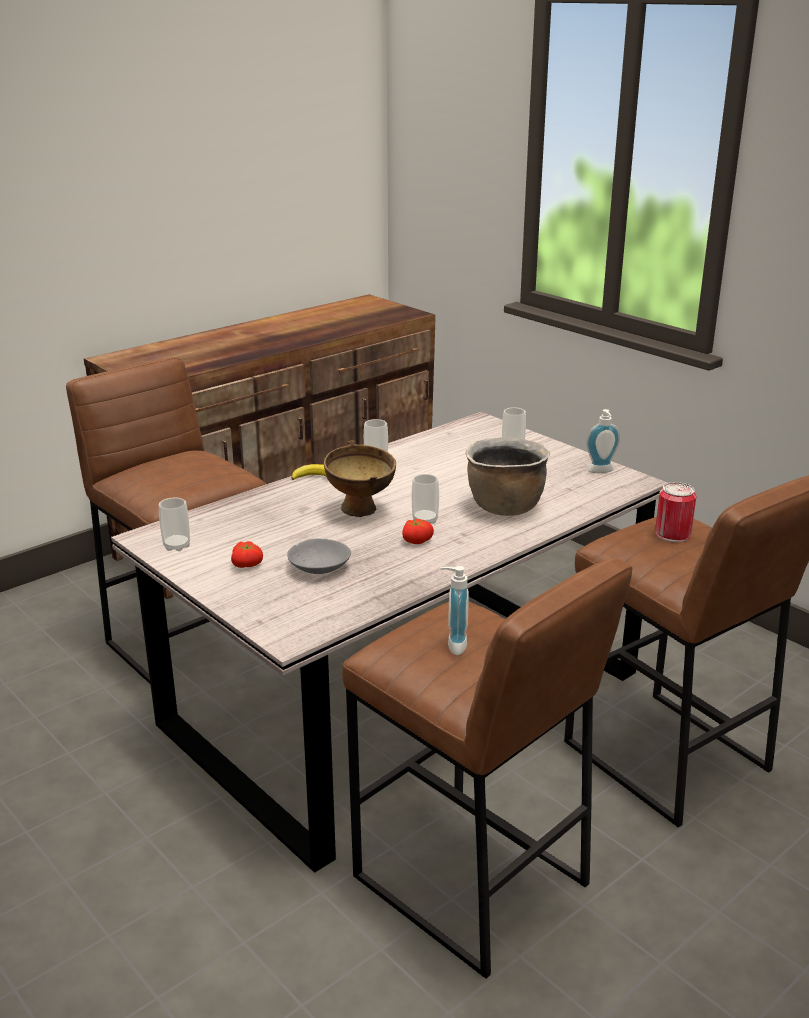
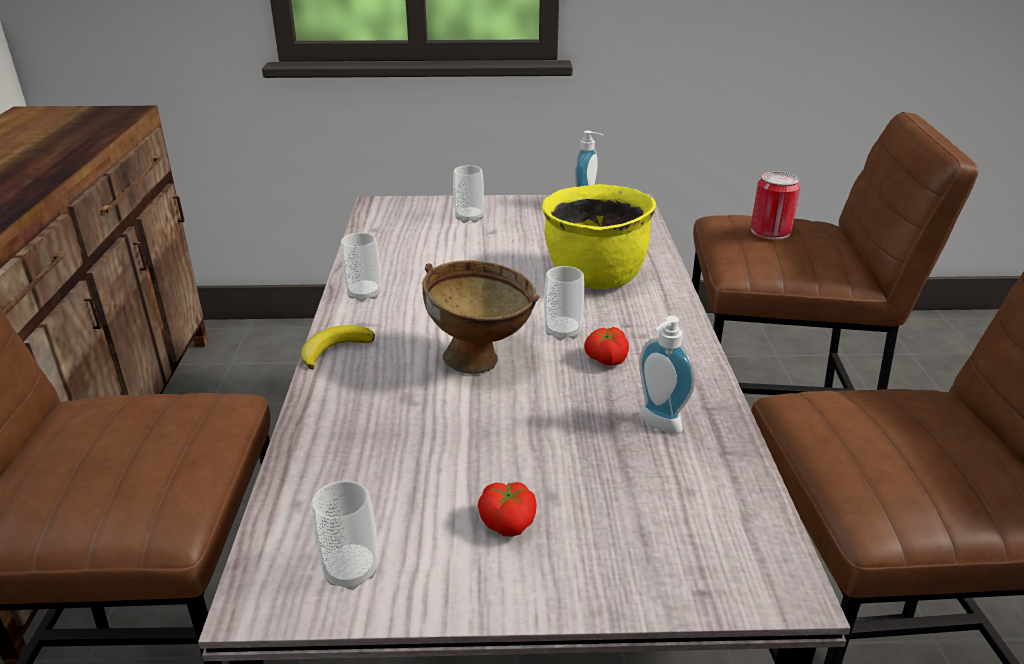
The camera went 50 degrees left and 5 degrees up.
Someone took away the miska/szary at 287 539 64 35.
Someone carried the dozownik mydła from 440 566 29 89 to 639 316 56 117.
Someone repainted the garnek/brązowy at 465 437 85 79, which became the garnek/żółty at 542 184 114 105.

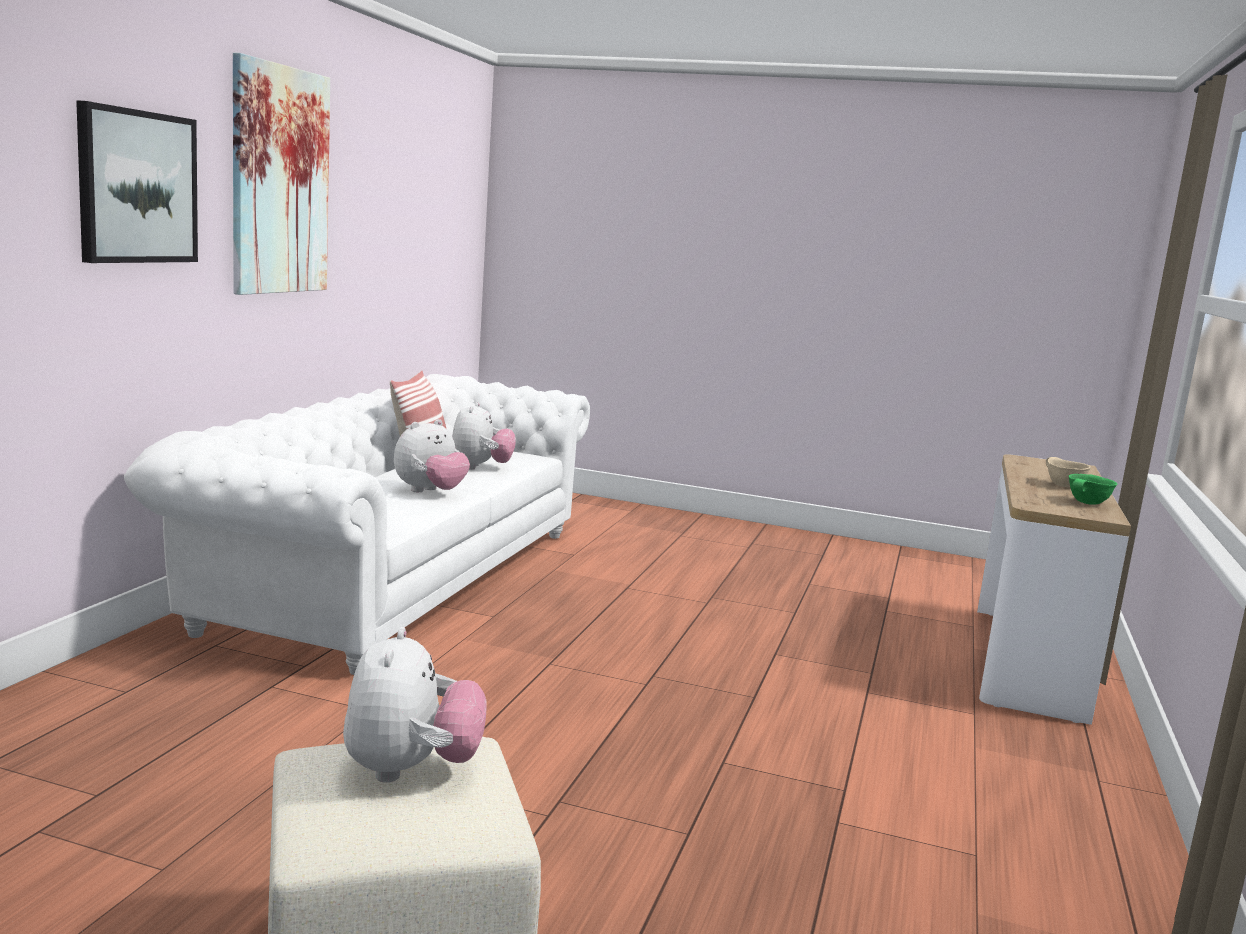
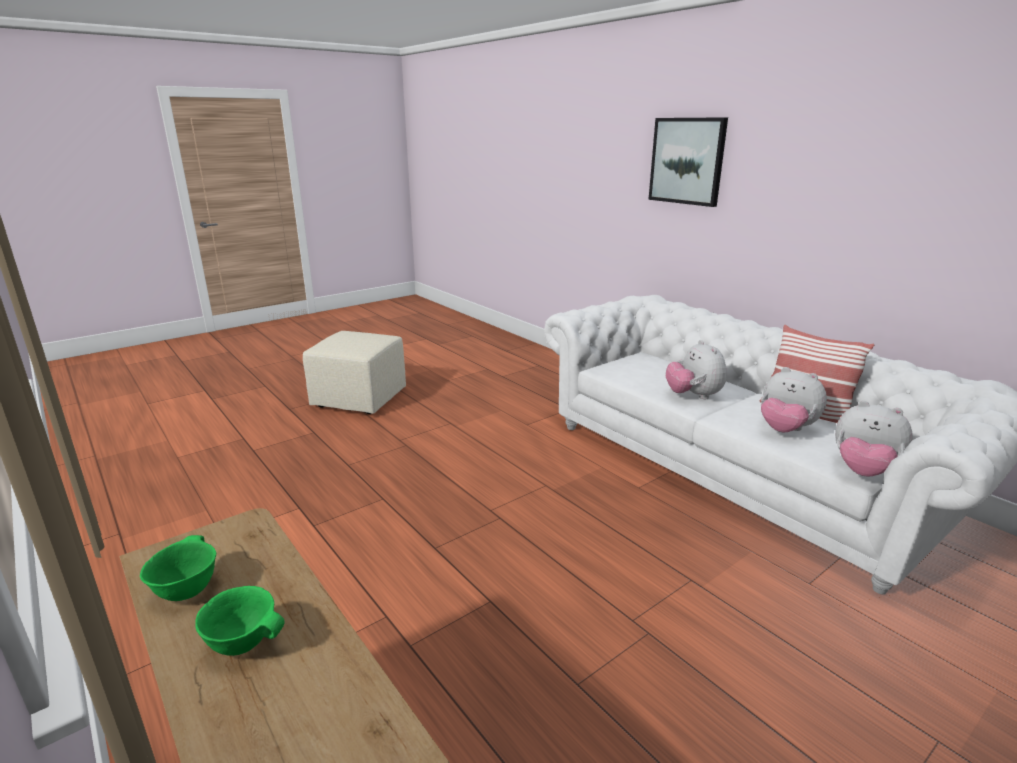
The camera went 125 degrees right and 10 degrees up.
Someone took away the obraz at 233 53 97 242.
Someone carried the pluszak from 343 627 144 156 to 835 401 78 76.
Someone repainted the miska/beżowy at 1046 457 45 30, which became the miska/zielony at 195 586 90 70.

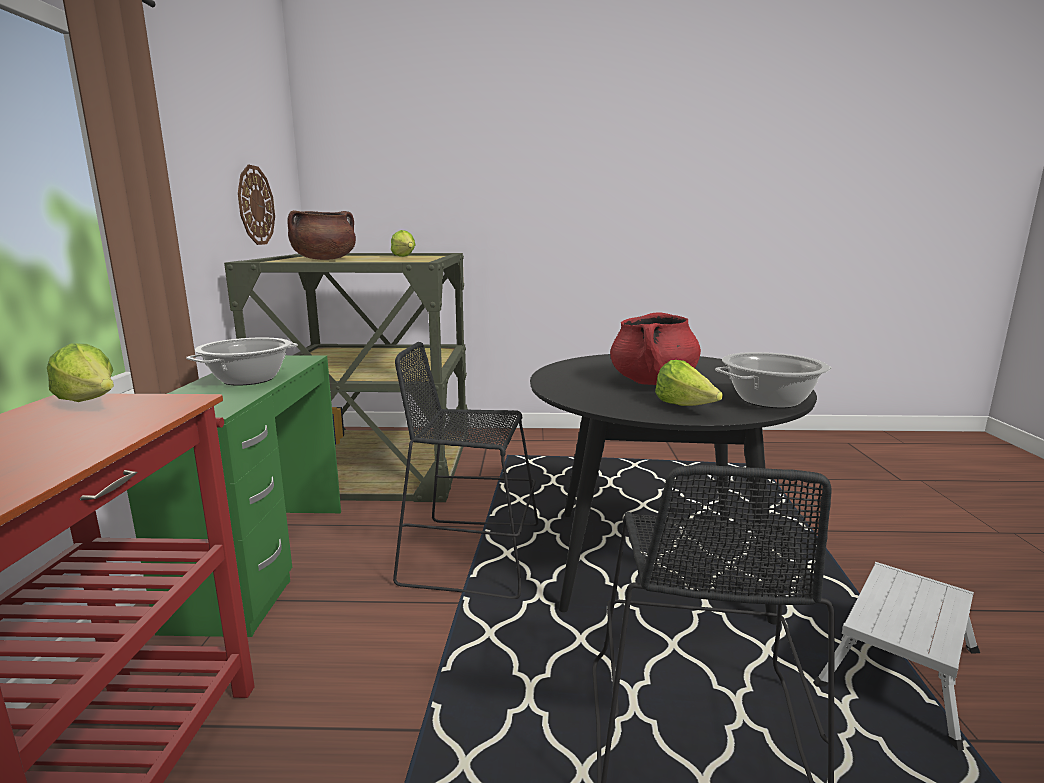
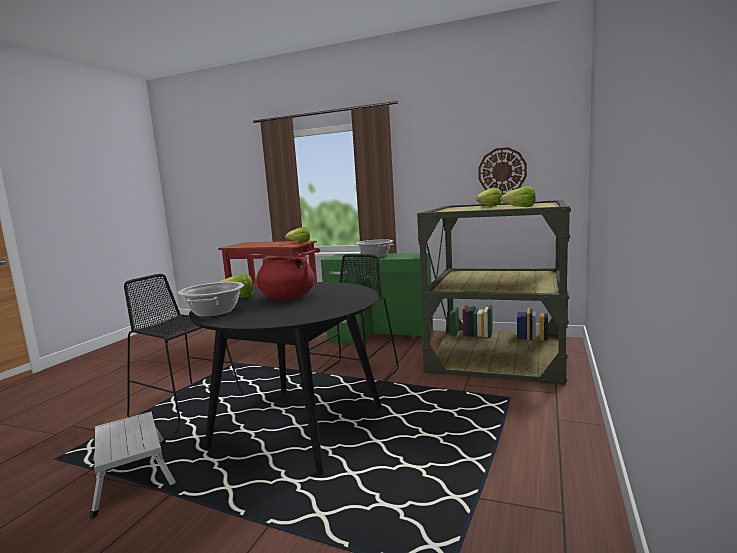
The camera went 110 degrees right and 5 degrees down.
Someone swapped the garnek/brązowy at 287 210 69 50 for the sałata at 476 188 26 18.

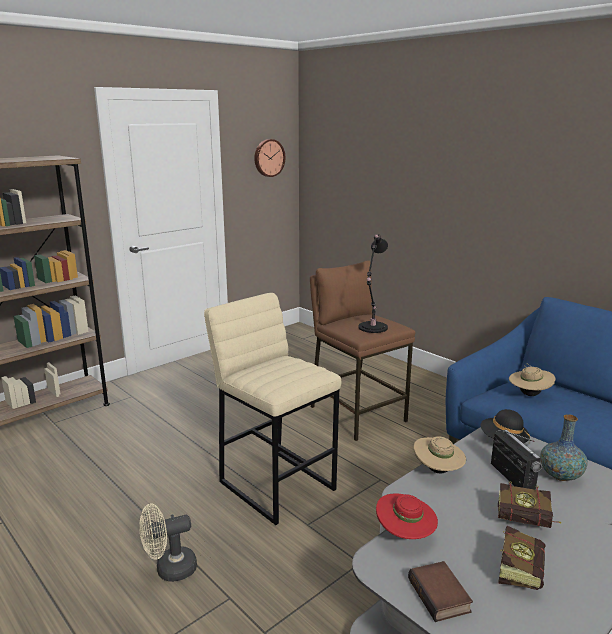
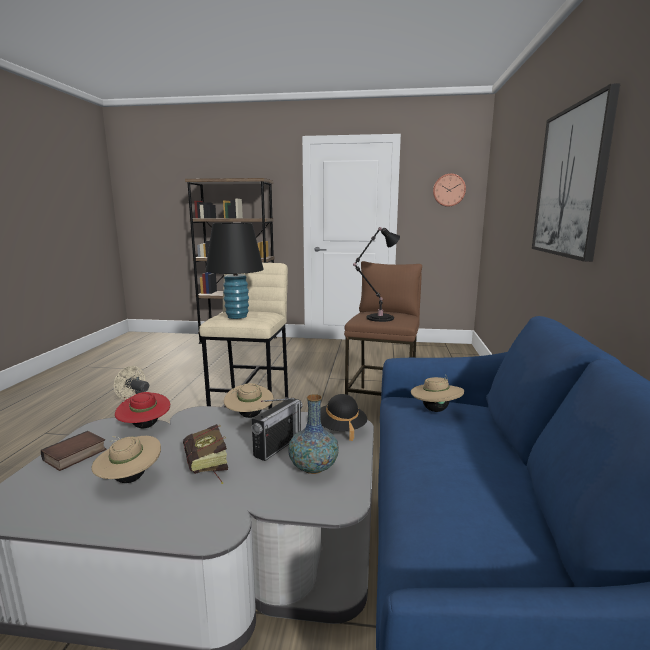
The camera went 50 degrees right and 5 degrees down.
Someone swapped the książka at 499 526 47 64 for the kapelusz/beżowy at 92 436 69 47.
Someone put down the lampa stołowa/czarny at 206 223 58 96.
Someone put up the obraz at 532 83 88 179.

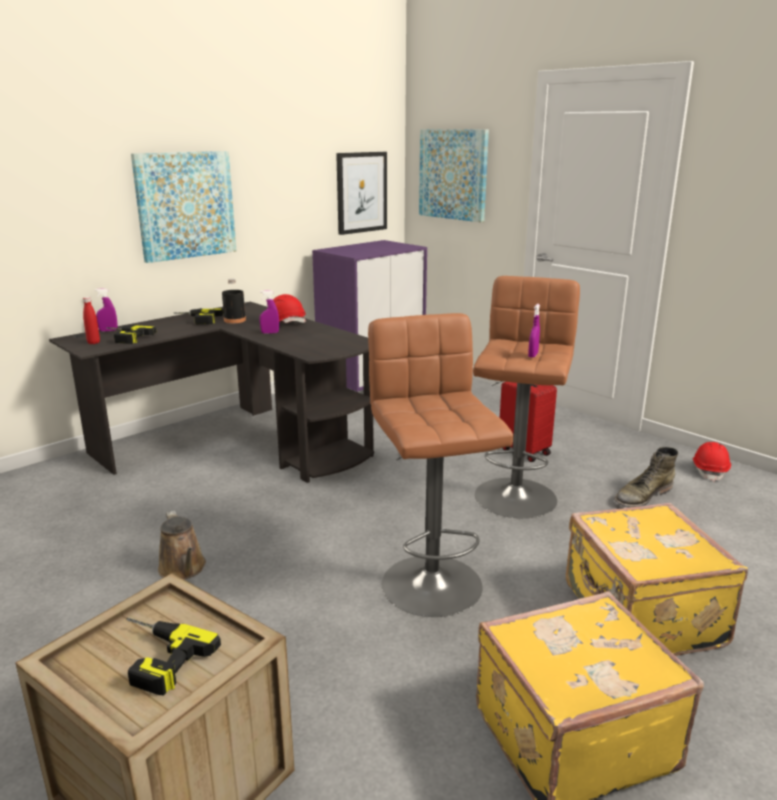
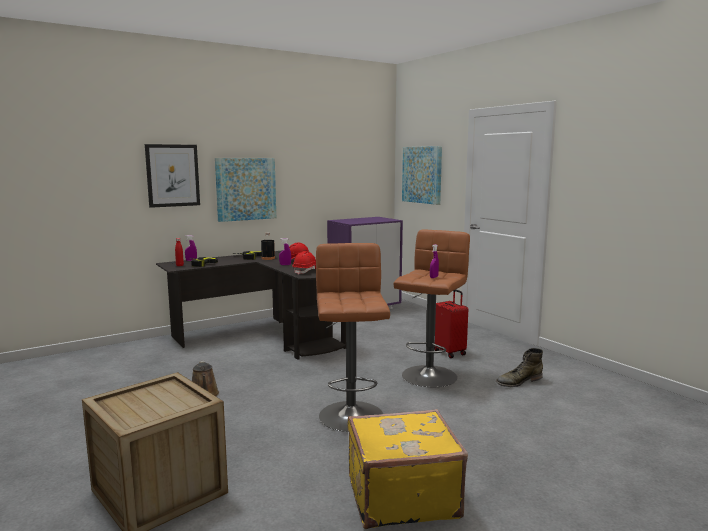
The camera went 10 degrees right and 10 degrees down.
Someone took away the wiertarka at 126 618 95 77.
Someone carried the obraz from 336 152 51 83 to 145 144 55 64.
Someone took away the walizka/żółty at 566 503 182 153.
Someone carried the kask/czerwony from 693 442 38 40 to 292 251 24 24.

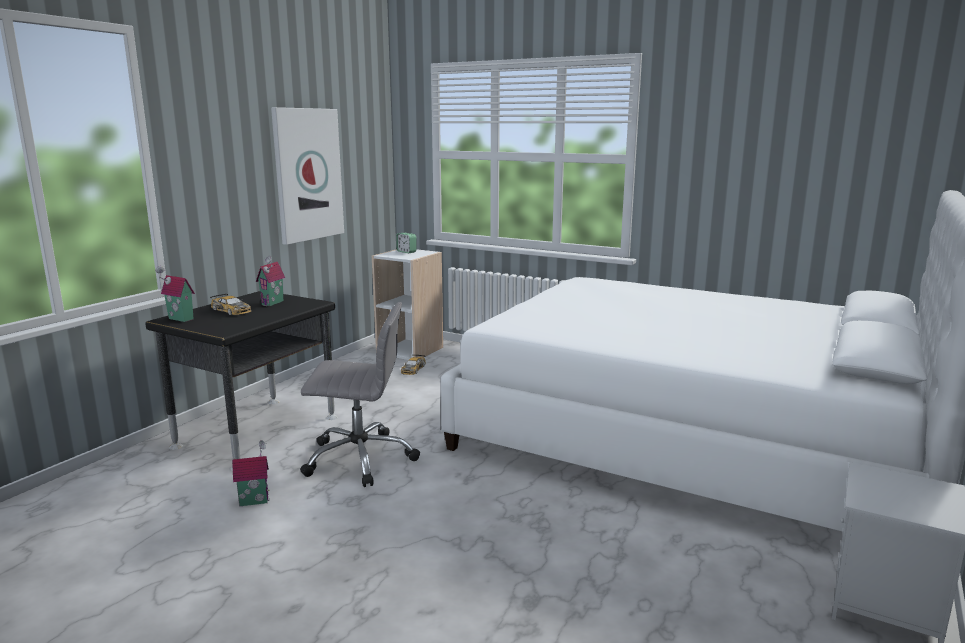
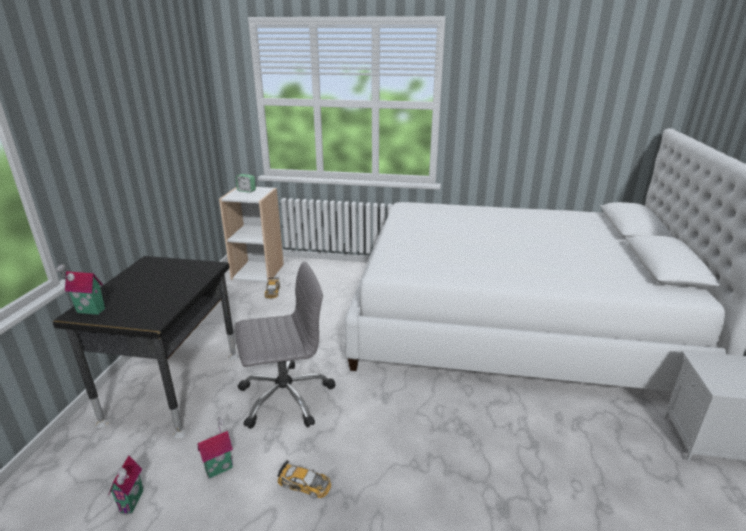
The camera went 20 degrees left and 10 degrees up.
Someone carried the samochodzik from 210 294 41 21 to 277 460 54 38.
Someone carried the domek from 256 255 29 51 to 108 456 35 59.
Someone took away the obraz at 271 107 73 138.

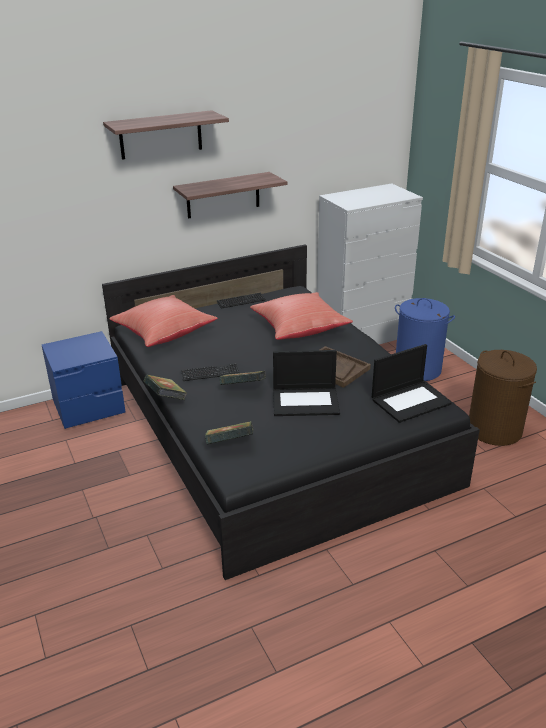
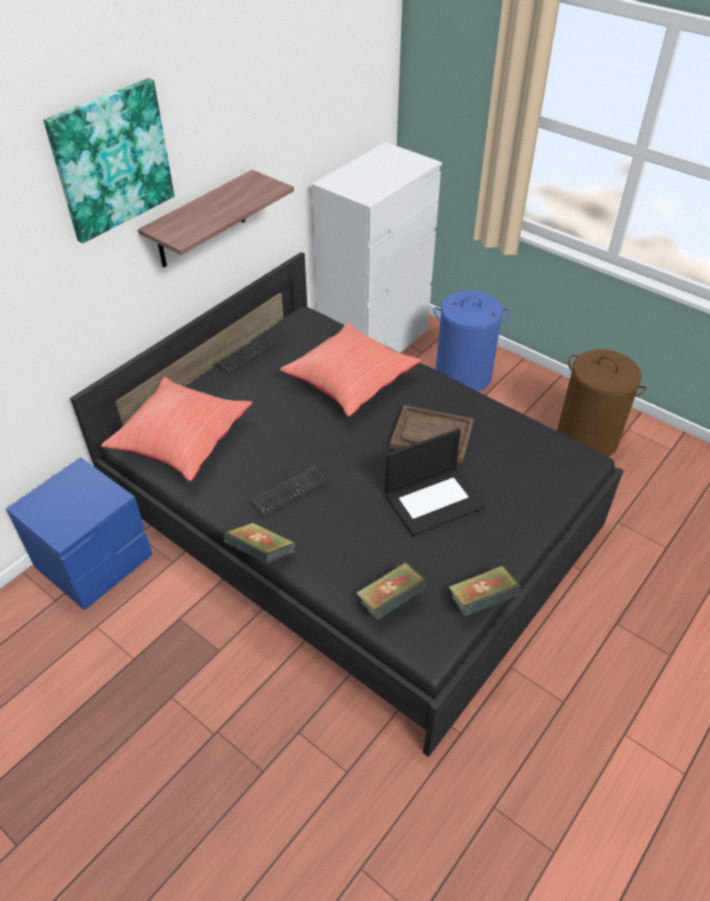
The camera went 25 degrees left and 15 degrees up.
Someone swapped the półka at 103 110 126 50 for the obraz at 43 78 131 165.
Someone carried the książka from 219 371 47 14 to 449 565 73 52.
Someone took away the laptop at 372 344 80 79.

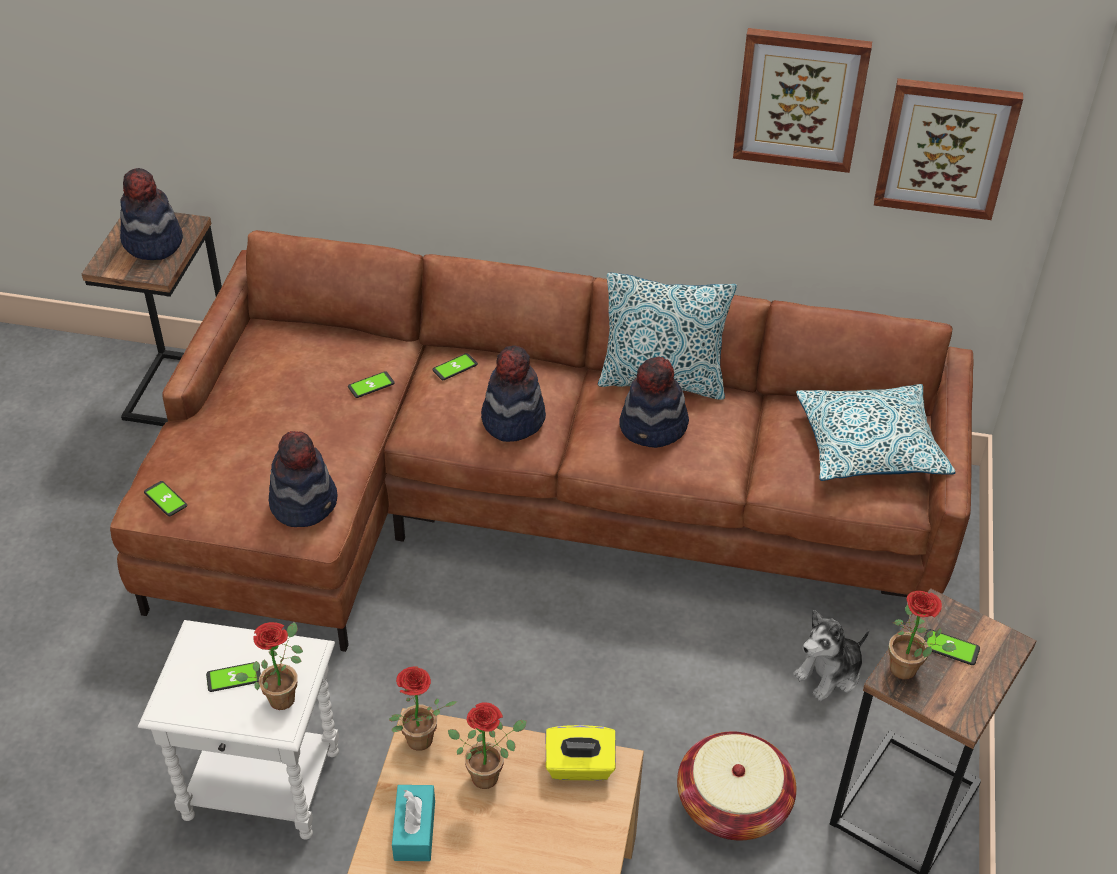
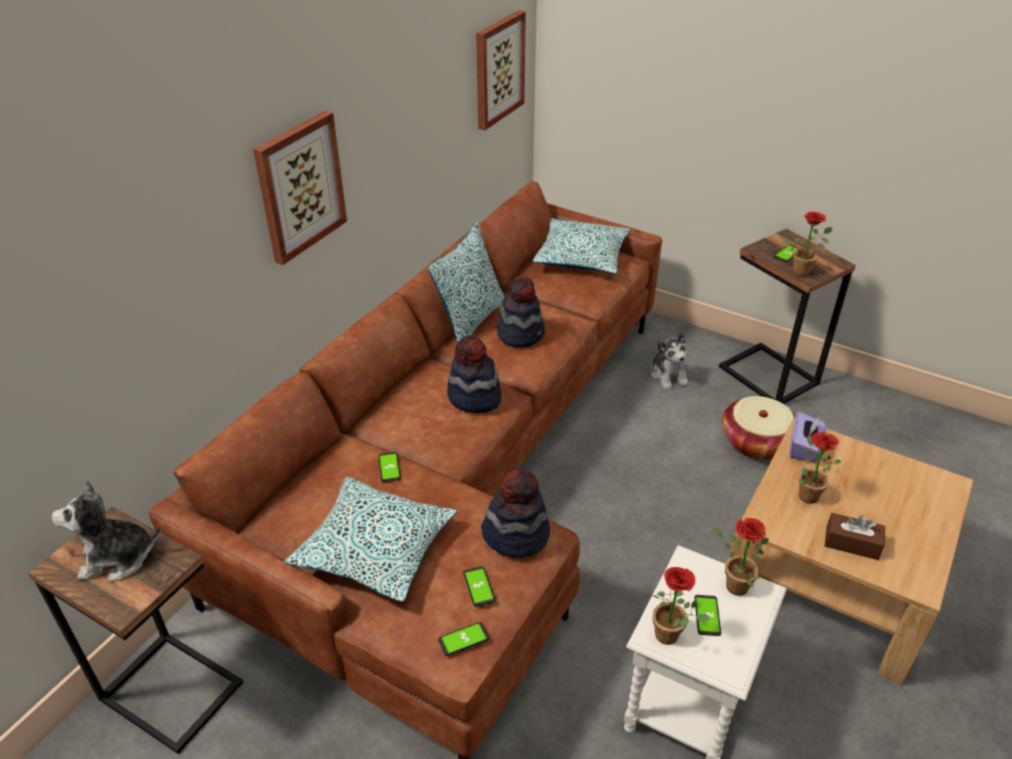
The camera went 70 degrees left and 5 degrees down.
Someone swapped the kapelusz at 120 168 63 92 for the pluszak at 52 480 110 102.
Someone carried the roślina doniczkowa from 389 666 68 85 to 652 567 57 78.
Someone repainted the pudełko chusteczek/turkusowy at 392 785 43 76, which became the pudełko chusteczek/brązowy at 825 513 60 47.
Someone carried the telefon from 432 353 46 27 to 463 567 32 40.
Someone repainted the pudełko chusteczek/żółty at 546 725 70 56, which became the pudełko chusteczek/fioletowy at 790 412 36 51.
Someone carried the obraz from 733 28 139 145 to 253 111 94 154.
Someone put down the poduszka at 284 477 173 125.

